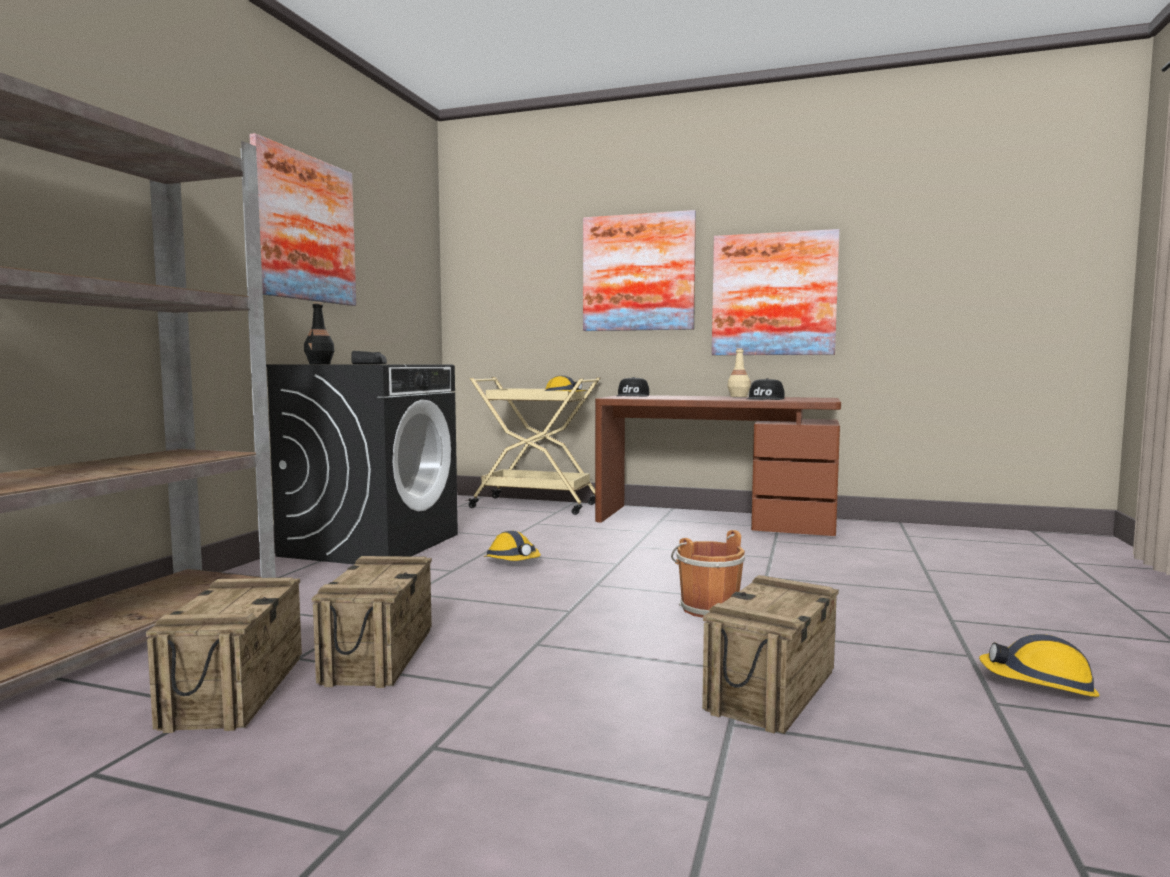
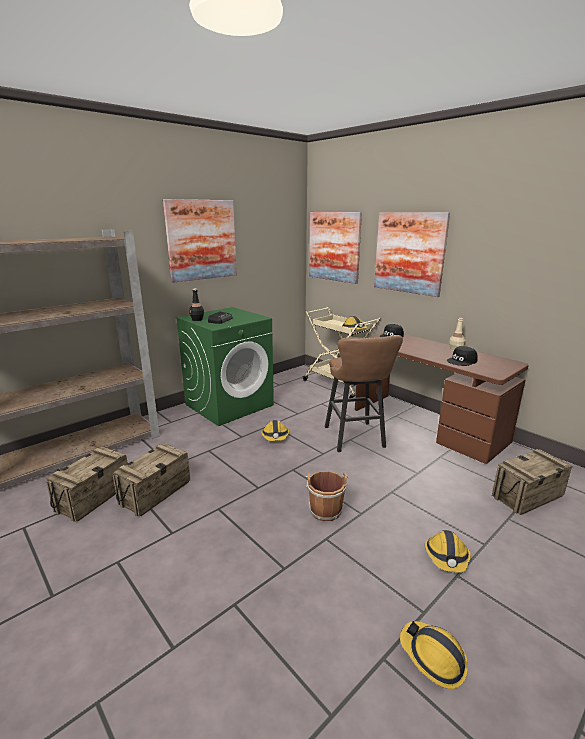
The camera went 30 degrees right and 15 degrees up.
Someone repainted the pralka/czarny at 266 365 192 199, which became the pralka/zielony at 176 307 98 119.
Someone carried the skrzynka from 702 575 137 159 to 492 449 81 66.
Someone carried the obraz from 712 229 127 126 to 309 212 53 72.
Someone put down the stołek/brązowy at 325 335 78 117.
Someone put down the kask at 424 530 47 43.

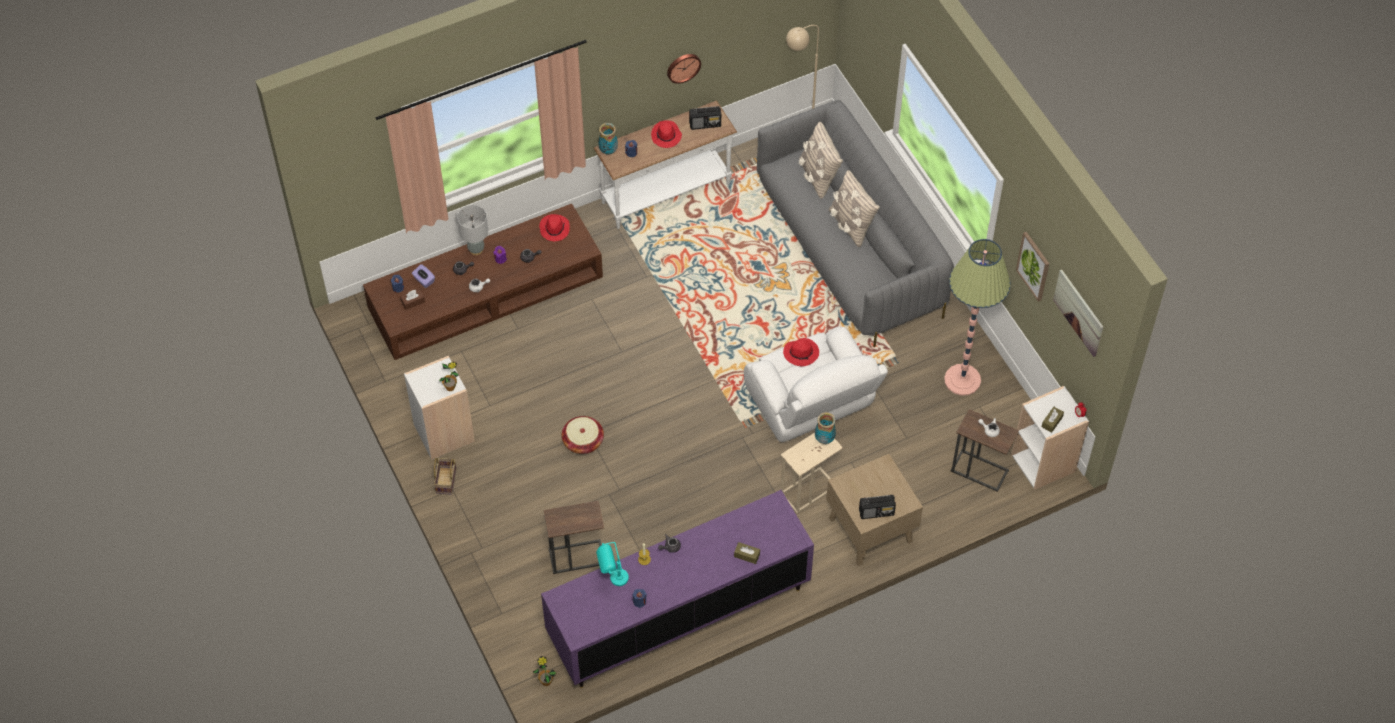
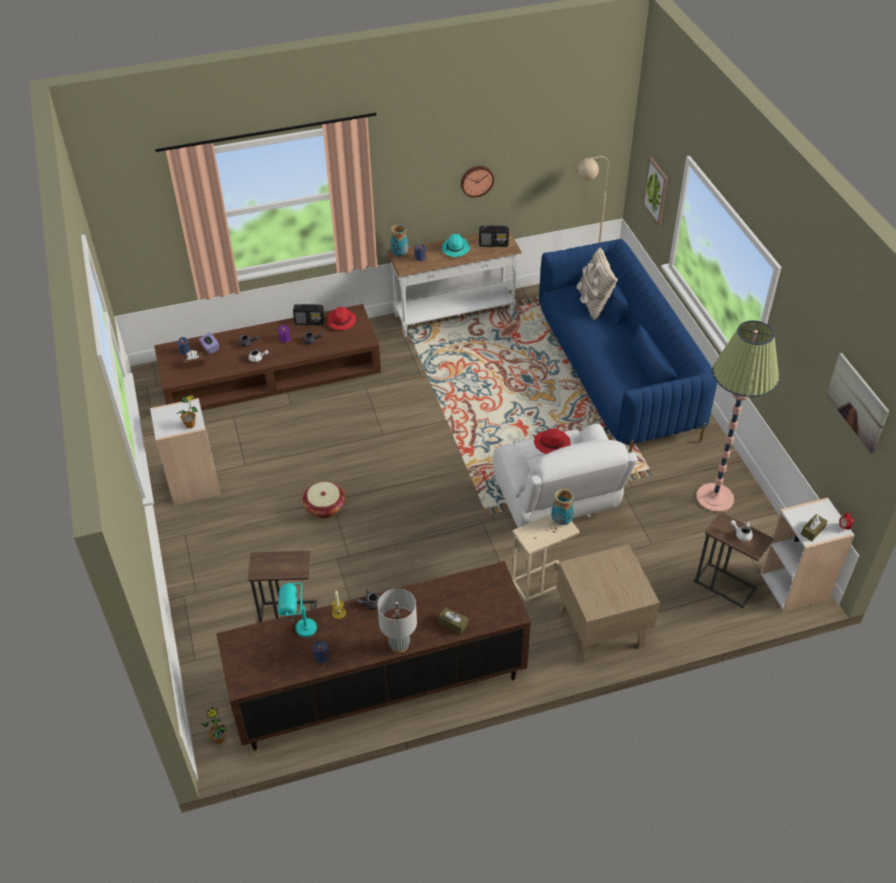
The camera went 10 degrees right and 10 degrees down.
Someone took away the koszyk at 434 458 22 37.
Someone carried the lampa stołowa/szary from 457 205 31 50 to 377 589 40 64.
Someone repainted the szafka/fioletowy at 541 490 273 198, which became the szafka/brązowy at 216 561 315 191.
Someone repainted the kapelusz/czerwony at 651 120 31 28, which became the kapelusz/turkusowy at 442 234 28 23.
Someone repainted the kanapa/szary at 757 100 197 247, which became the kanapa/niebieski at 539 239 178 214.
Someone took away the poduszka/beżowy at 829 170 51 77.
Someone carried the radio from 859 495 37 24 to 293 304 32 21.
Someone carried the obraz from 1016 232 33 70 to 643 157 25 69.

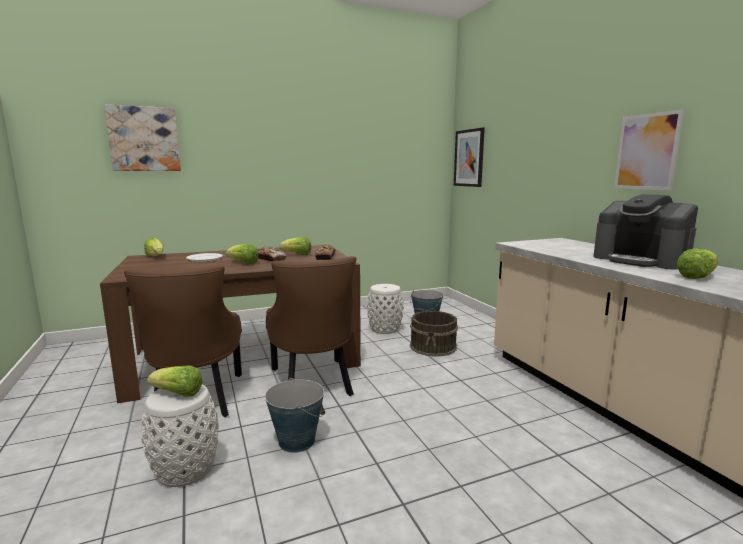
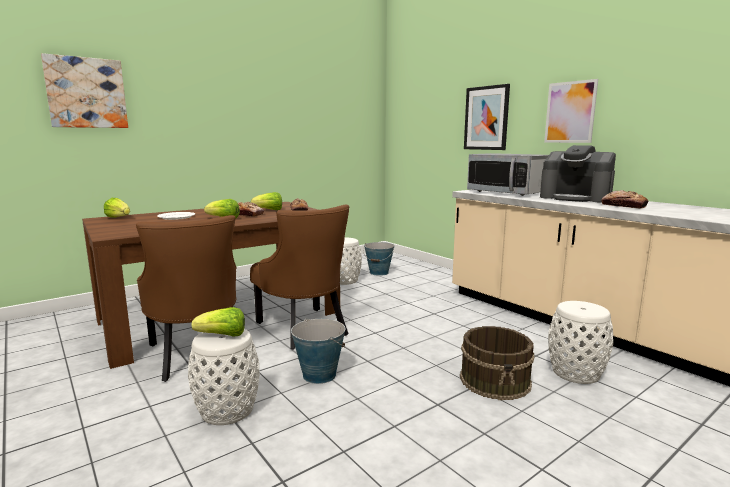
The camera went 15 degrees left and 0 degrees up.
Someone carried the wiadro/brązowy from 410 311 48 46 to 460 326 75 74.
Someone carried the obraz from 454 127 31 60 to 464 84 46 66.
Someone swapped the sałata at 676 249 42 30 for the chleb at 601 190 47 18.
Someone put down the mikrofalówka at 467 153 82 43.
Someone put down the stołek/biały at 548 301 65 83.

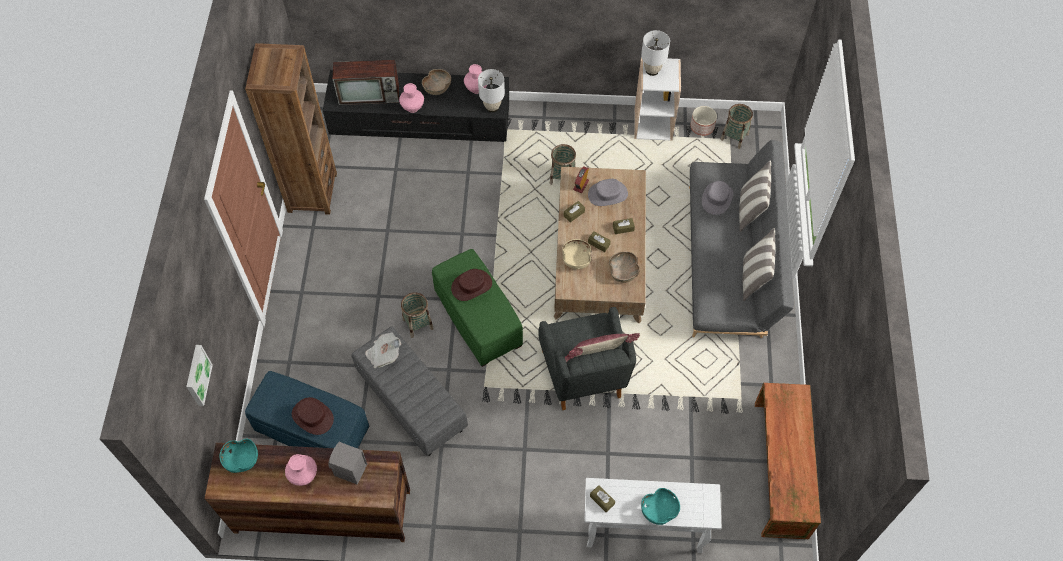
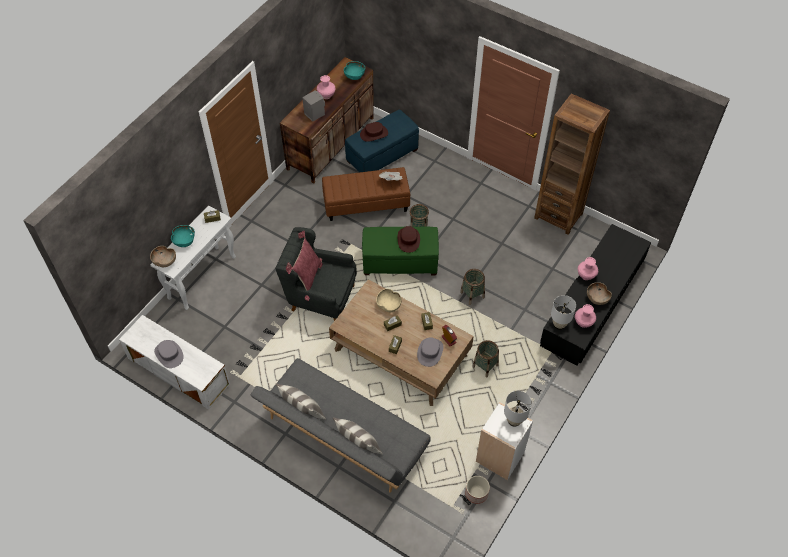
The camera went 120 degrees right and 5 degrees down.
Someone took away the obraz at 186 345 27 61.
Someone took away the telewizor at 333 60 66 45.
Someone repainted the pufa/szary at 351 326 117 130, which became the pufa/brązowy at 322 167 88 54.
Someone carried the miska/brązowy from 609 251 31 32 to 150 246 26 21.
Someone carried the kapelusz/szary from 702 181 32 34 to 154 340 30 28.
Someone carried the koszyk from 720 104 33 45 to 460 269 25 36.
Someone repainted the ławka/brązowy at 755 383 66 156, which became the ławka/biały at 119 315 111 95.

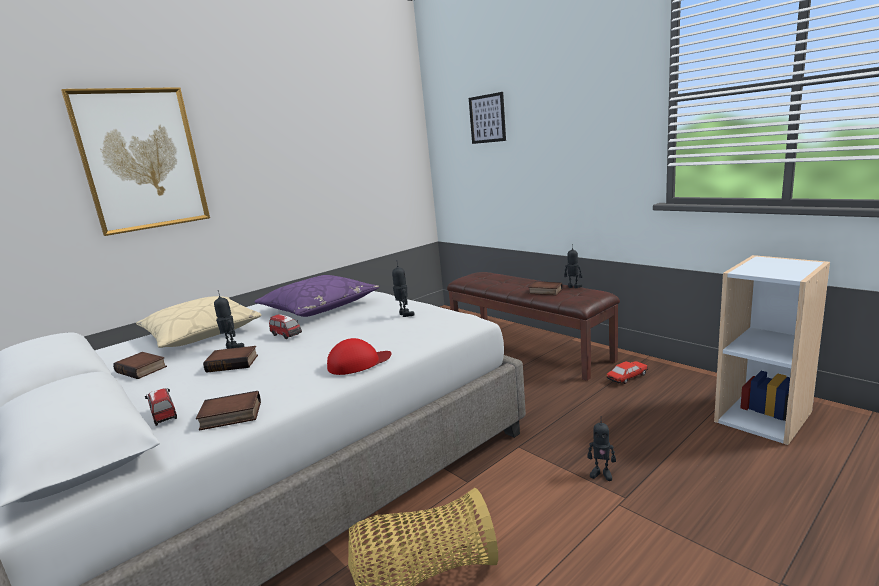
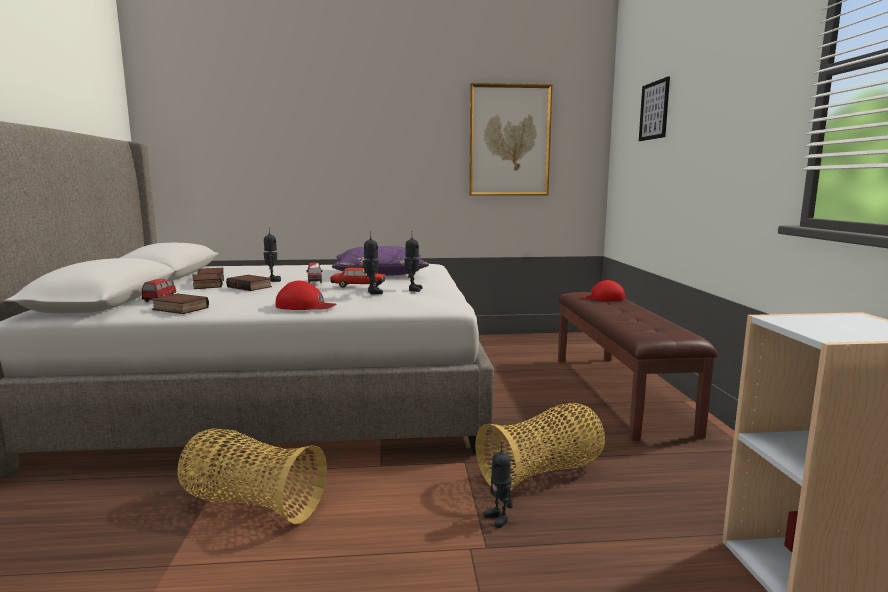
The camera went 35 degrees right and 5 degrees down.
Someone carried the obraz from 61 87 149 149 to 469 83 83 113.
Someone took away the poduszka/beżowy at 136 296 125 52.
Someone carried the książka from 528 281 35 15 to 192 273 31 16.
Someone carried the robot zabawkowy from 564 244 18 44 to 363 231 20 63.
Someone carried the samochodzik from 606 361 42 23 to 330 268 56 19.
Someone put down the koszyk at 475 403 130 88.
Someone put down the czapka z daszkiem/czerwony at 580 280 45 21.

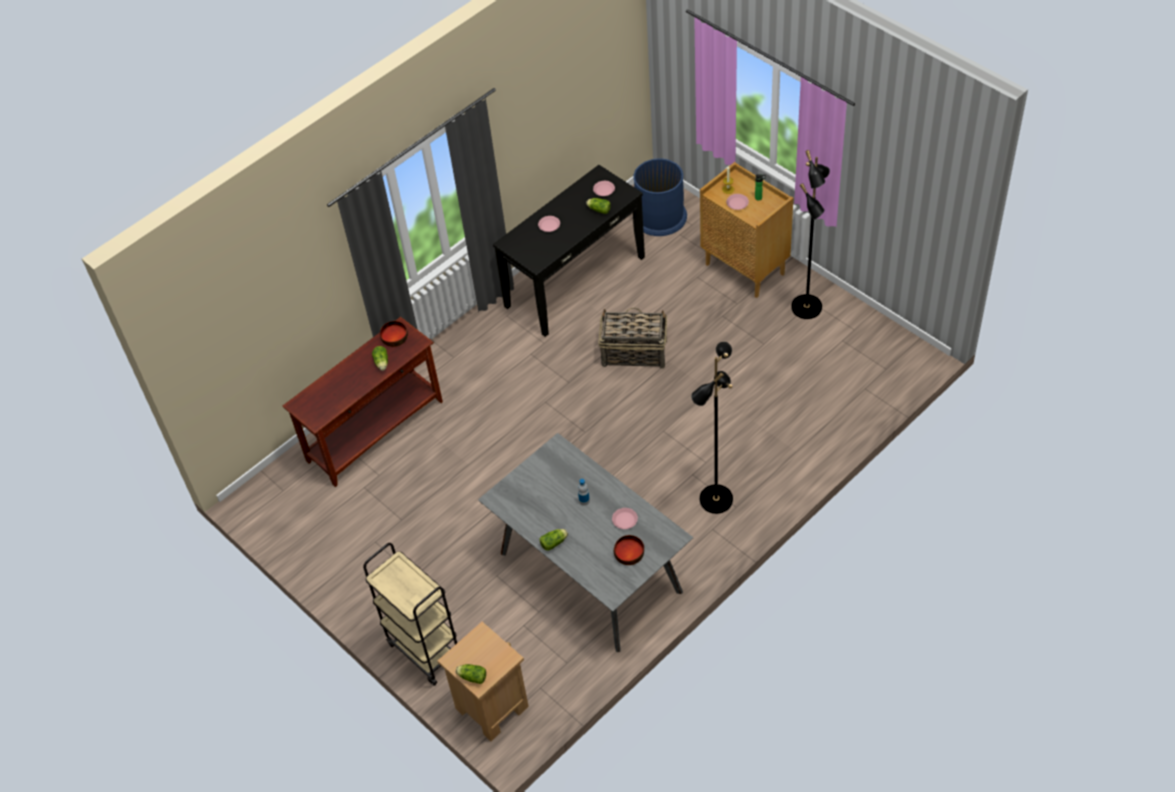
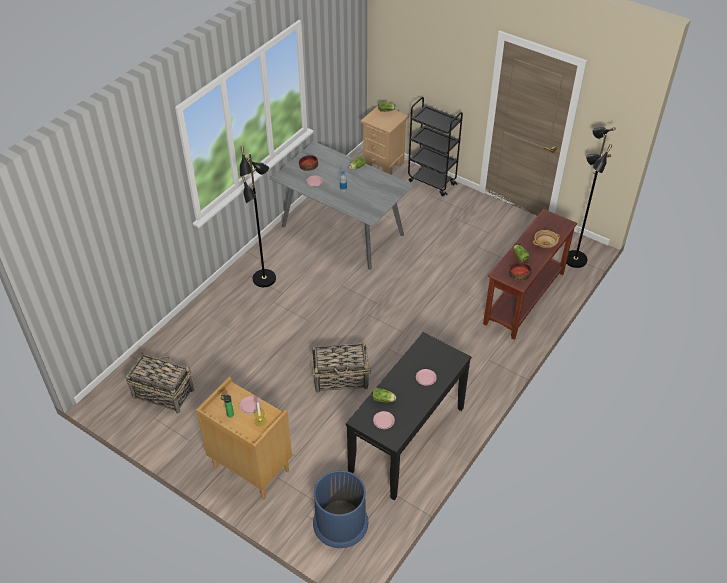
The camera went 165 degrees right and 5 degrees down.
Someone repainted the wózek/beżowy at 363 543 94 143, which became the wózek/czarny at 408 97 55 99.
Someone carried the lampa stojąca/czarny from 791 150 39 169 to 566 127 50 141.
Someone put down the koszyk at 125 352 69 61.
Someone put down the miska/beżowy at 533 230 27 18.

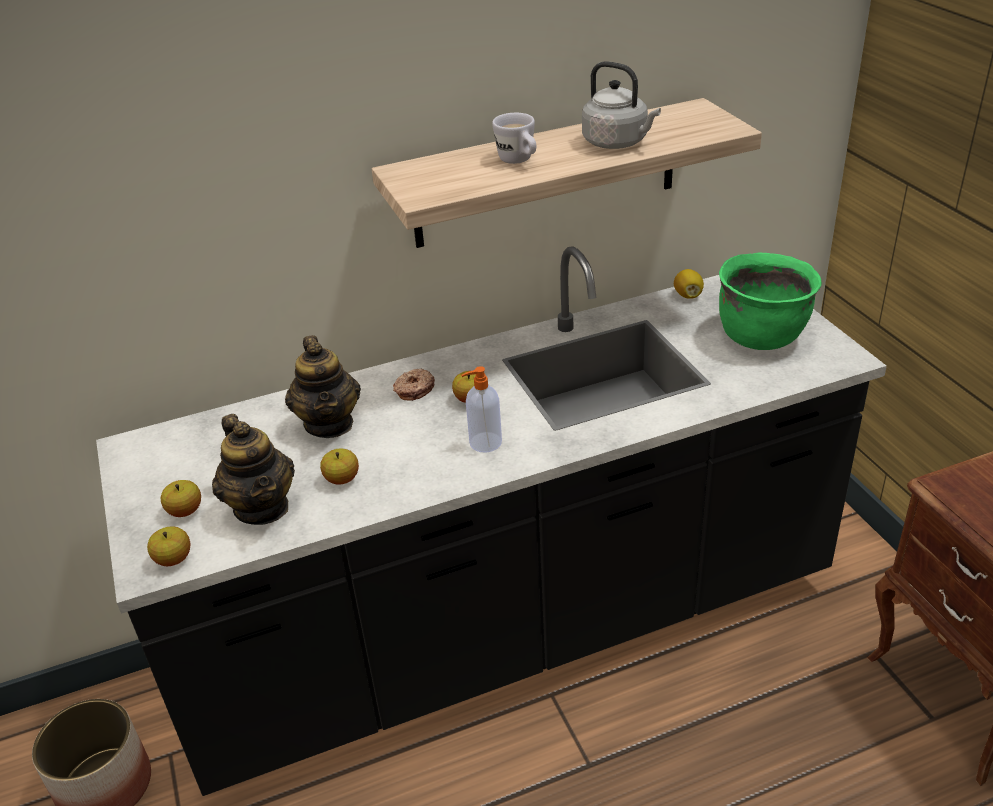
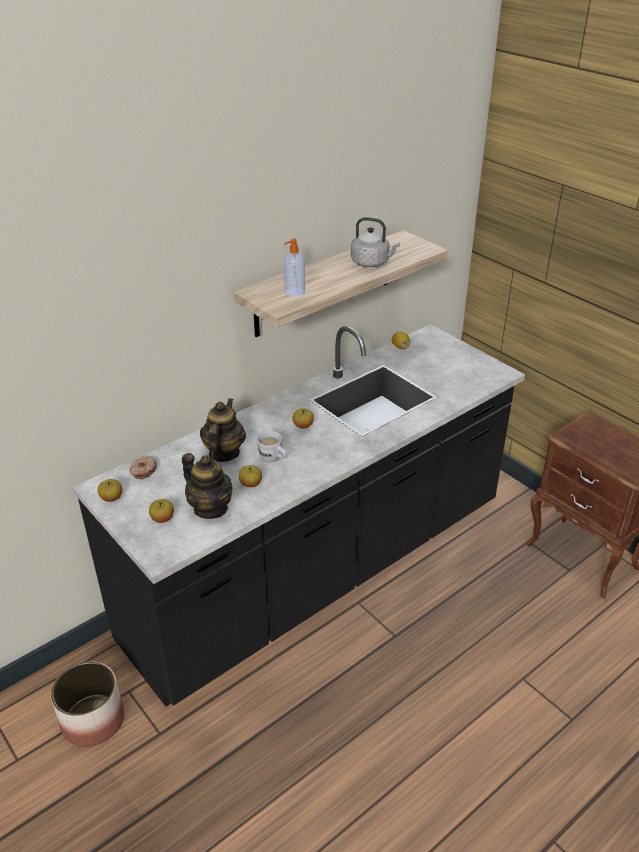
The camera went 20 degrees left and 0 degrees up.
Someone carried the jabłko from 147 526 43 40 to 98 479 24 23.
Someone rotated the imbryk at 285 335 76 103 by 135 degrees counterclockwise.
Someone carried the donut from 393 368 42 33 to 129 456 28 23.
Someone carried the dozownik mydła from 461 366 41 87 to 284 239 21 58.
Someone carried the kubek/biały from 492 113 44 51 to 256 431 31 31.
Someone took away the garnek/zielony at 719 252 103 98.

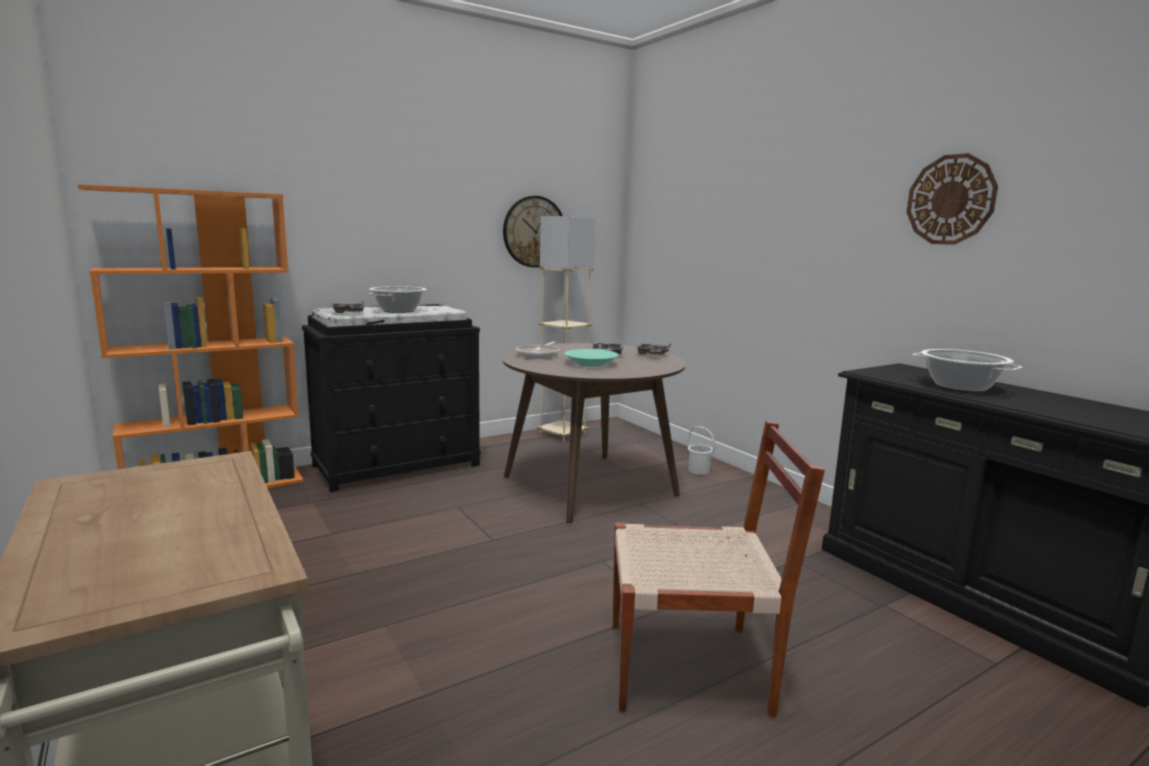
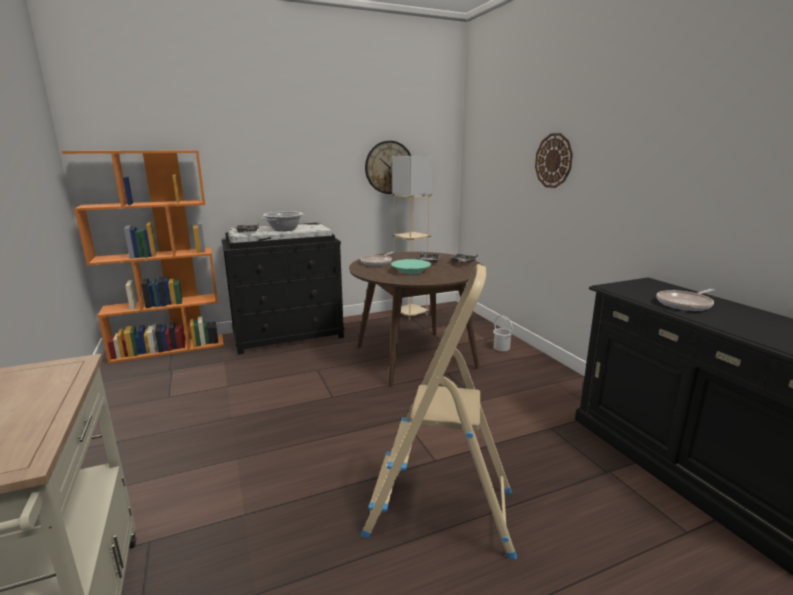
The camera went 10 degrees right and 5 degrees up.
Someone swapped the krzesło at 613 421 212 297 for the drabinka/beżowy at 361 264 156 295.
Someone carried the zegar ścienny from 907 153 91 92 to 535 133 38 55.
Someone swapped the garnek at 912 349 111 43 for the patelnia at 656 289 59 22.

